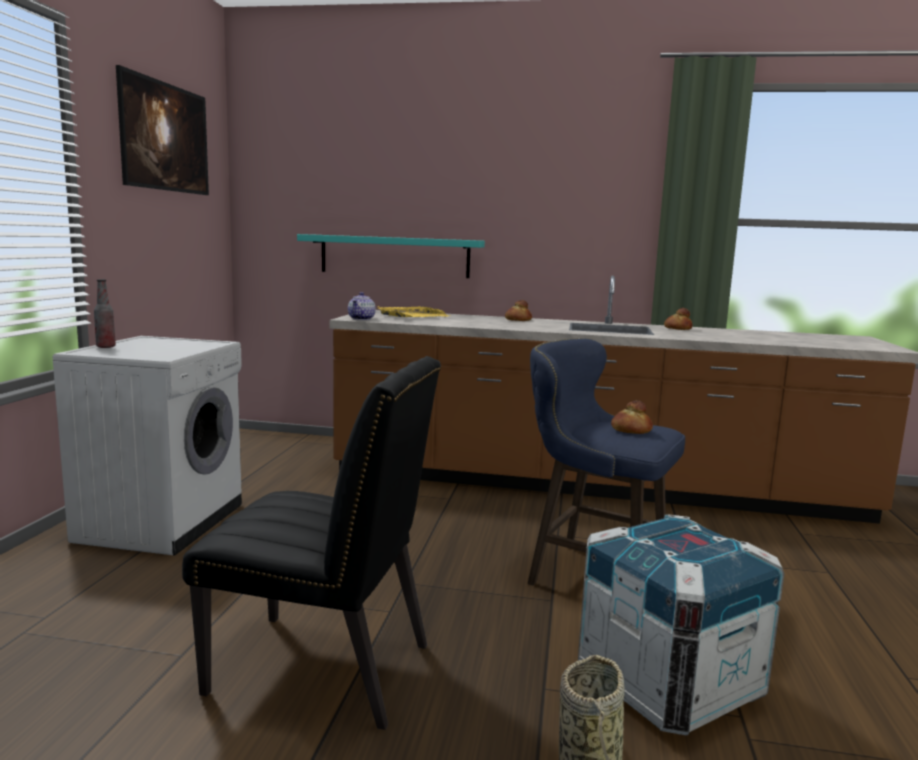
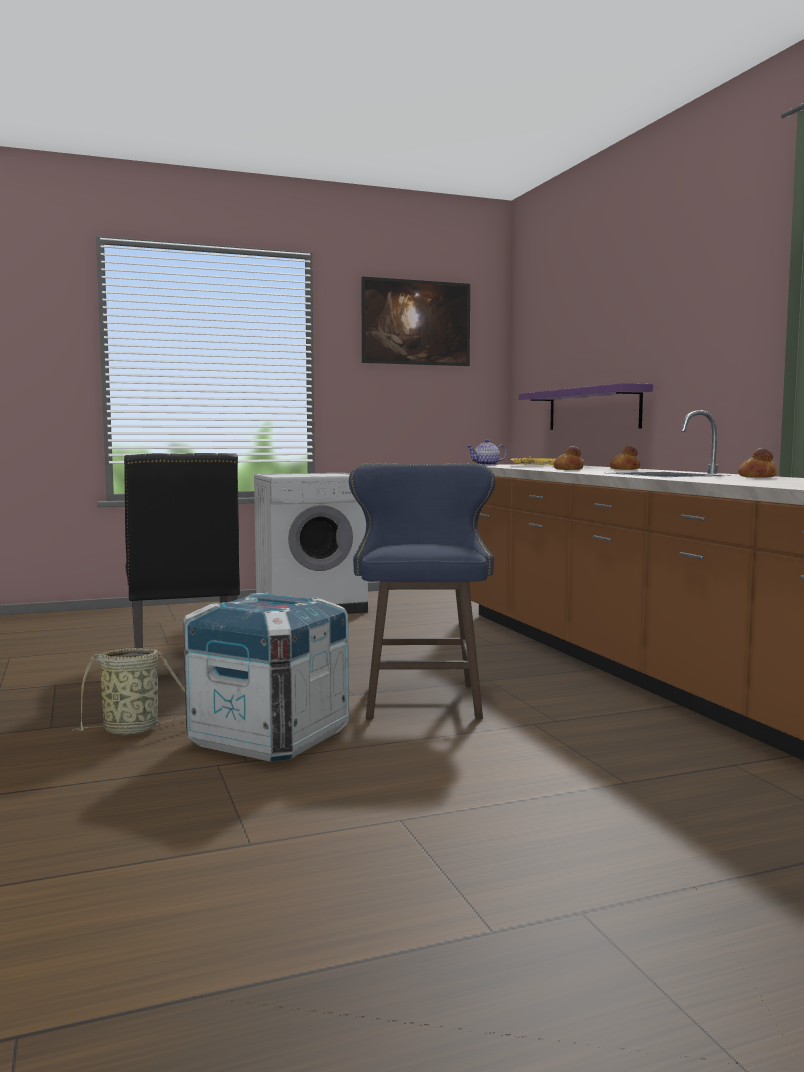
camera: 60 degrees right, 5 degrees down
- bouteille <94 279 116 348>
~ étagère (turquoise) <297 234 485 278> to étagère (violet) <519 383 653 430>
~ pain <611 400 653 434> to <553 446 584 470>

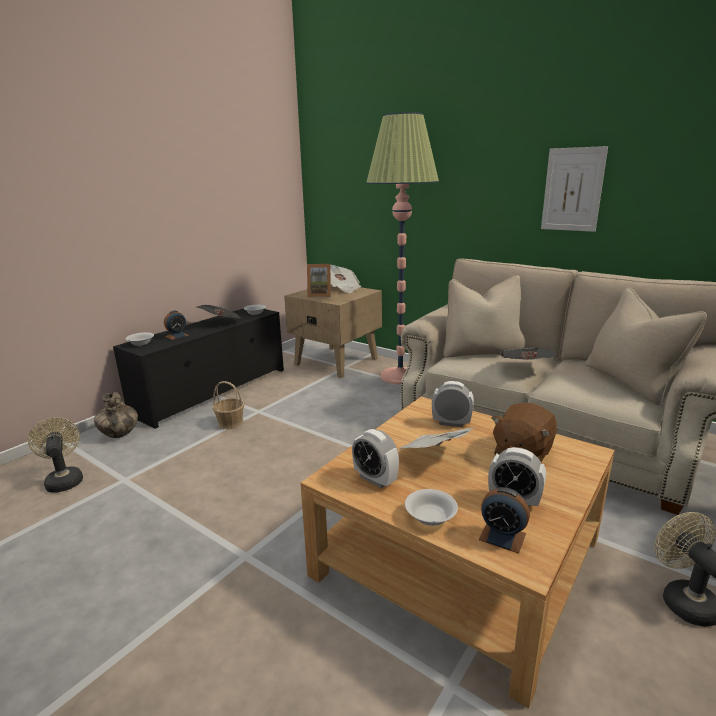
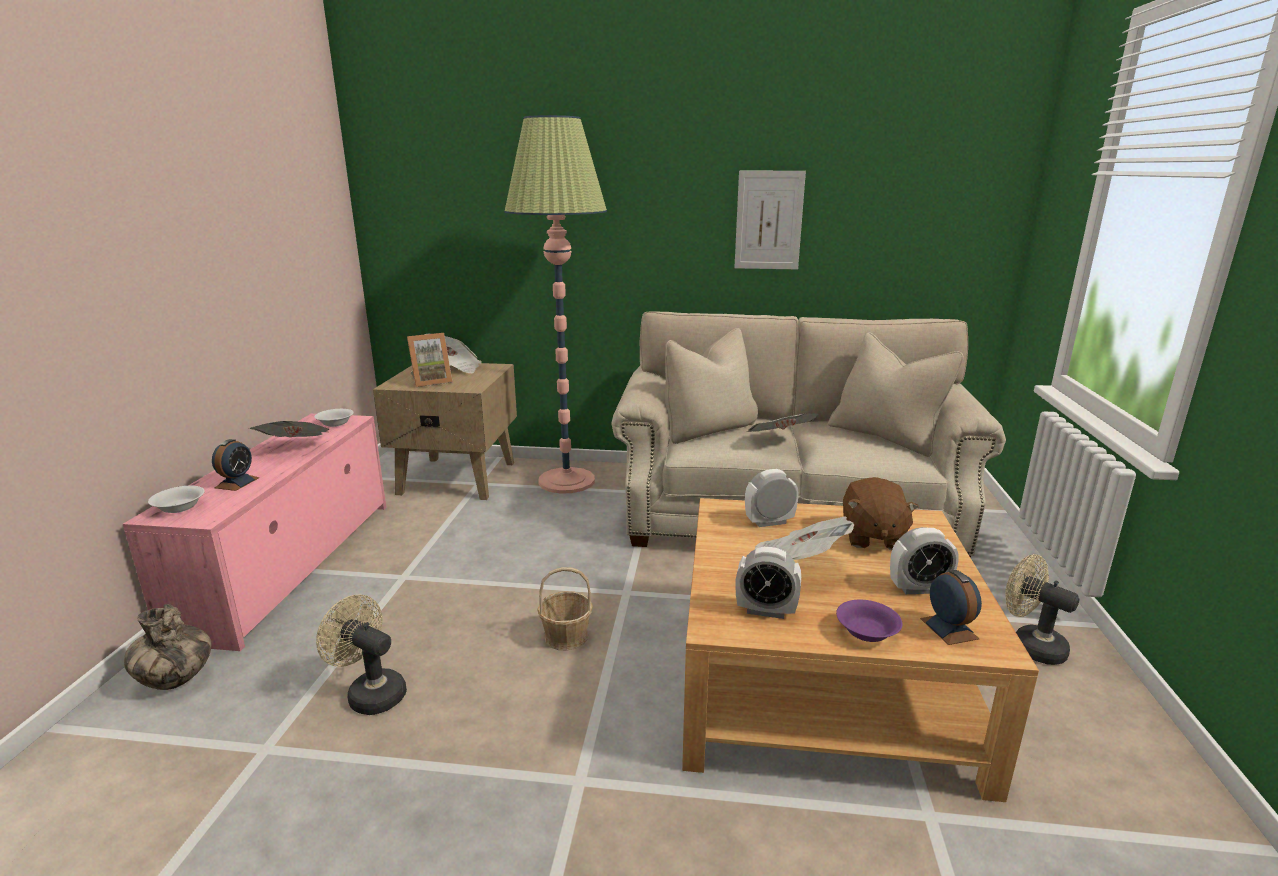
camera: 30 degrees left, 0 degrees up
~ ventilateur (beige) <28 417 83 493> to <316 595 407 715>
~ meuble télé (noir) <113 308 284 429> to meuble télé (rose) <123 414 386 651>
~ panier <212 381 244 429> to <537 567 593 651>
~ bol (blanc) <405 489 458 526> to bol (violet) <836 600 903 642>
~ réveil <479 487 530 554> = <920 570 982 645> 105 degrees counterclockwise

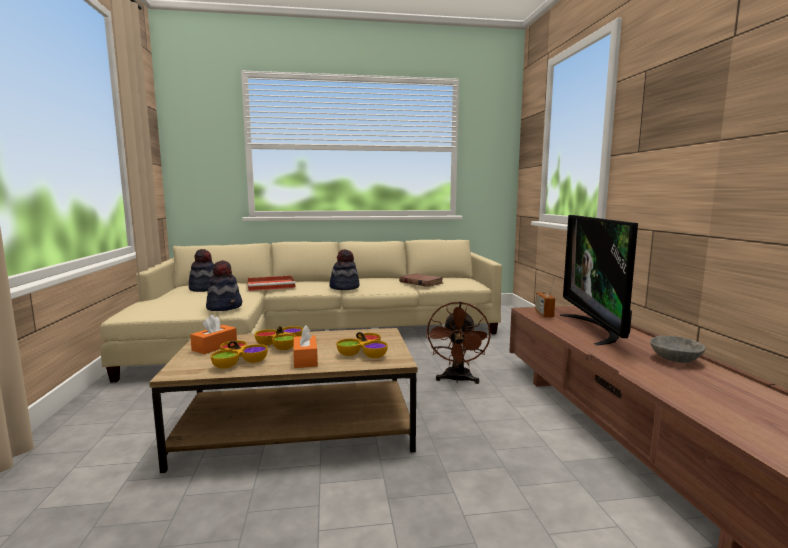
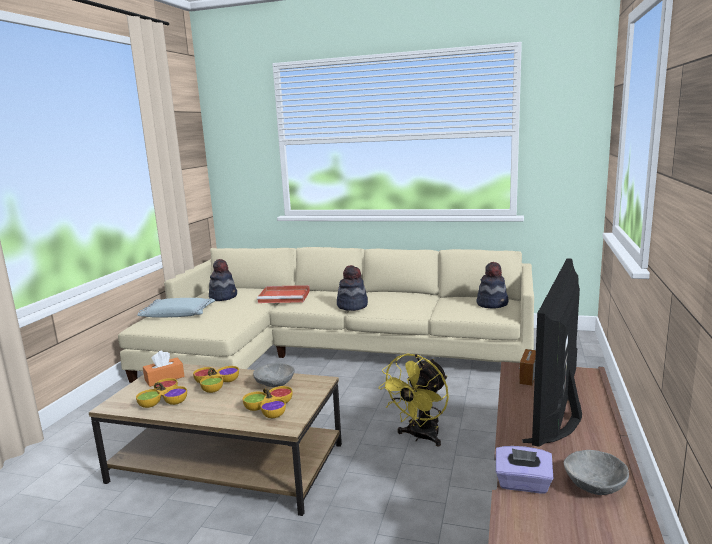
camera: 25 degrees right, 5 degrees up
~ chapeau <206 260 242 311> to <476 262 509 309>
- boîte à mouchoirs (orange) <293 325 318 368>
- livre (marron) <399 273 444 287>
~ ventilateur (marron) <426 302 491 384> to ventilateur (jaune) <378 354 449 446>
+ coussin (bleu) <137 298 215 318>
+ bol (gris) <253 363 295 387>
+ boîte à mouchoirs (violet) <496 446 553 494>

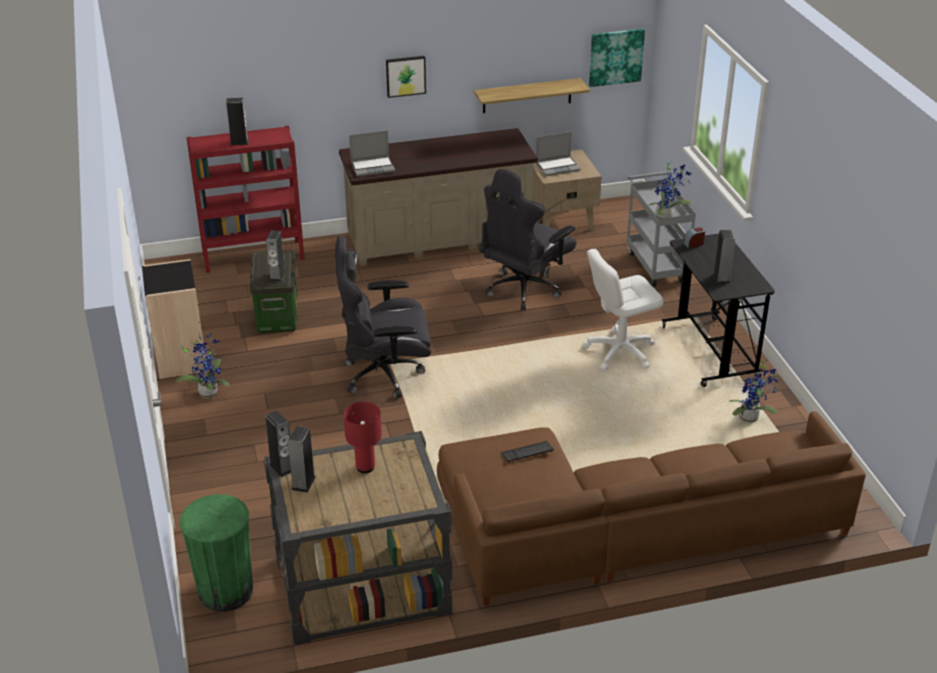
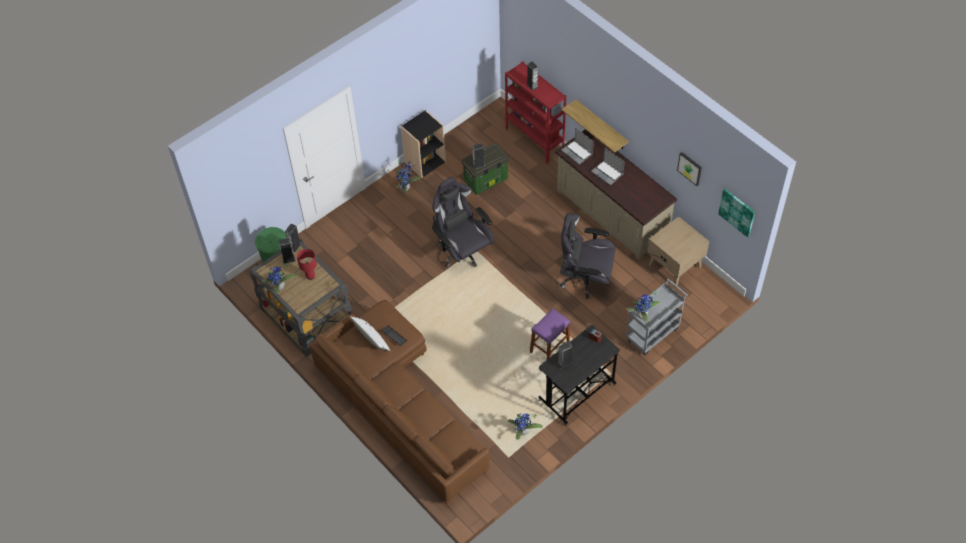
camera: 65 degrees right, 20 degrees up
~ tableau <386 56 426 98> to <677 152 702 186>
~ étagère <474 78 590 113> to <562 99 629 153>
~ ordinateur portable <536 132 581 176> to <591 148 625 185>
~ chaise de bureau (blanc) <583 249 663 370> to tabouret (violet) <530 308 570 359>
+ plante en pot <262 263 296 294>
+ coussin (blanc) <350 316 390 351>

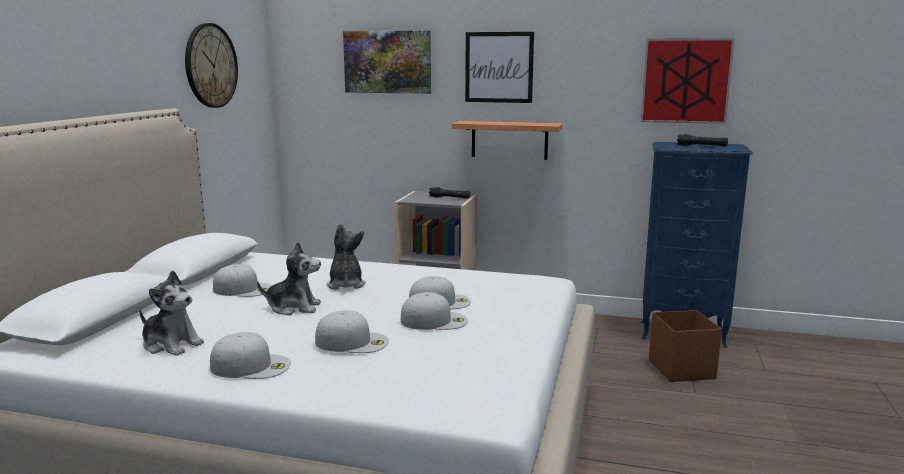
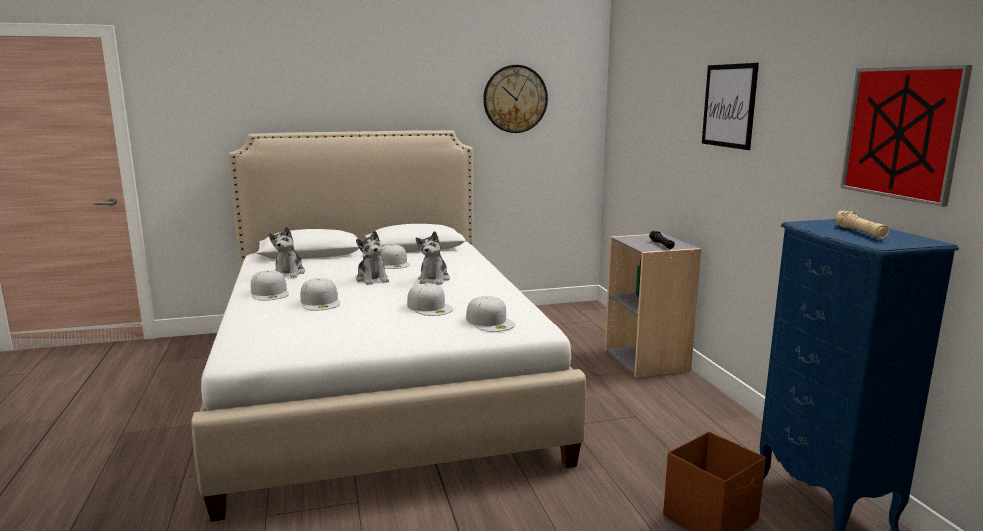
camera: 60 degrees right, 0 degrees up
~ peluche <326 224 366 290> = <416 231 450 285> 135 degrees clockwise
- tableau <343 30 431 94>
~ casquette (blanc) <401 292 468 330> to <466 296 515 332>
- étagère <452 121 563 160>
~ lampe de poche (noir) <677 134 728 147> to lampe de poche (beige) <835 211 889 238>

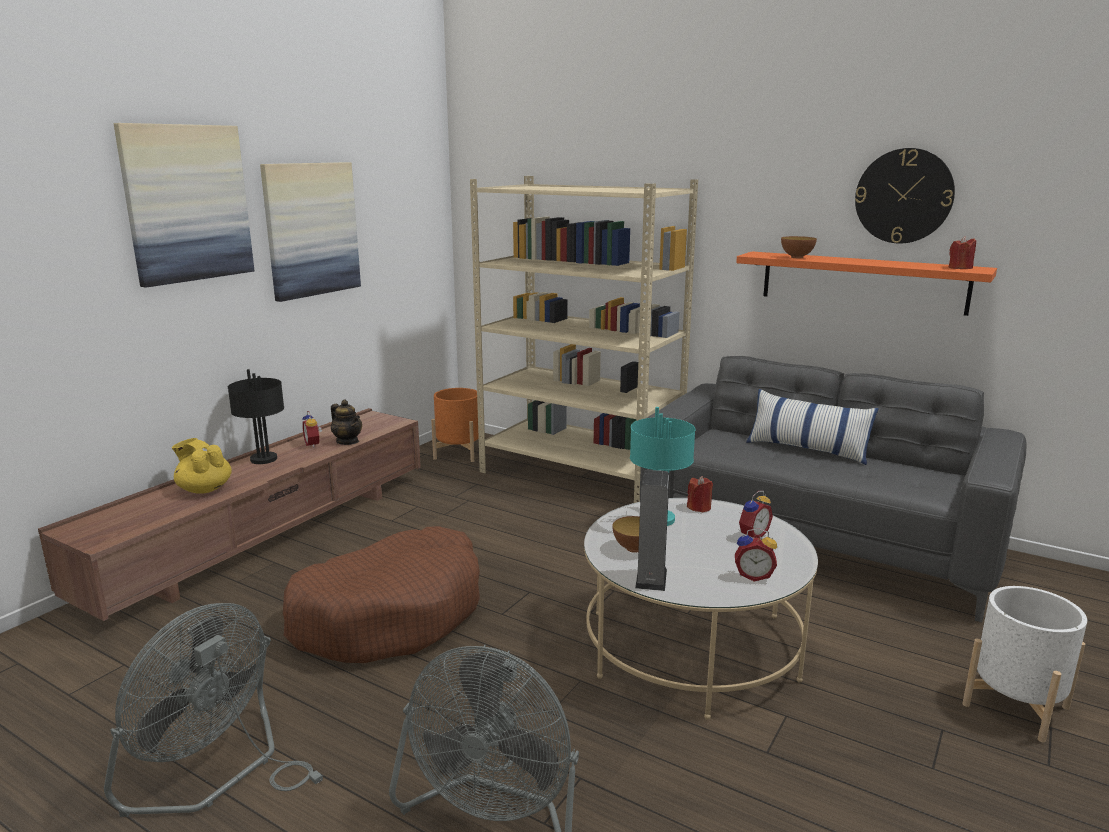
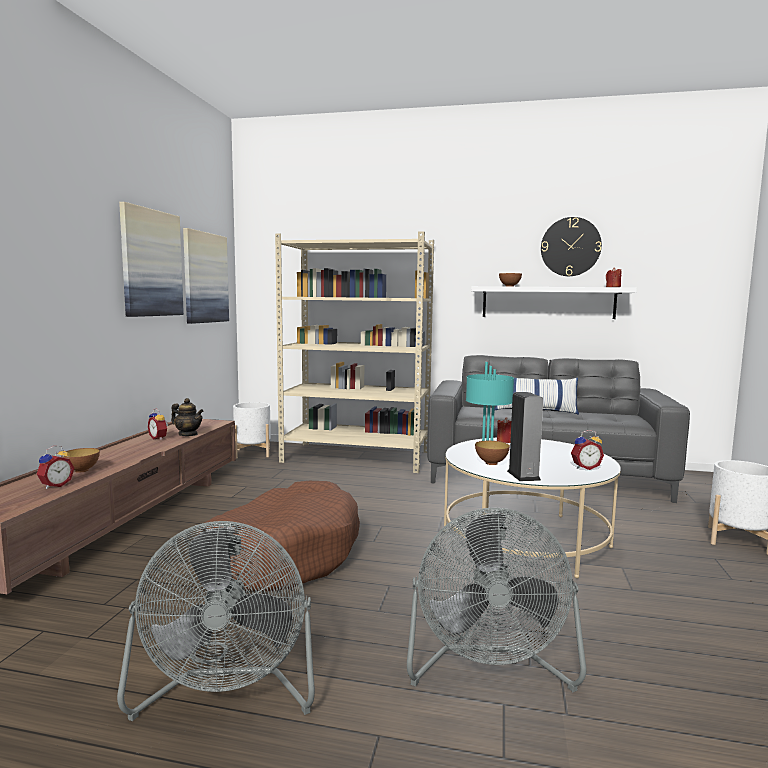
camera: 20 degrees left, 10 degrees down
~ ventilateur (gris) <104 603 323 817> = <117 521 315 722> 105 degrees counterclockwise
~ tableau <114 123 254 288> to <183 228 229 324>
~ théière (jaune) <172 438 232 494> to bol <61 448 100 473>
- lampe de table (noir) <228 369 284 464>
~ cache-pot (orange) <431 388 481 462> to cache-pot (blanc) <233 402 271 459>
~ étagère (orange) <736 251 997 316> to étagère (blanc) <471 286 637 319>
~ réveil <739 491 773 538> to <37 446 74 489>

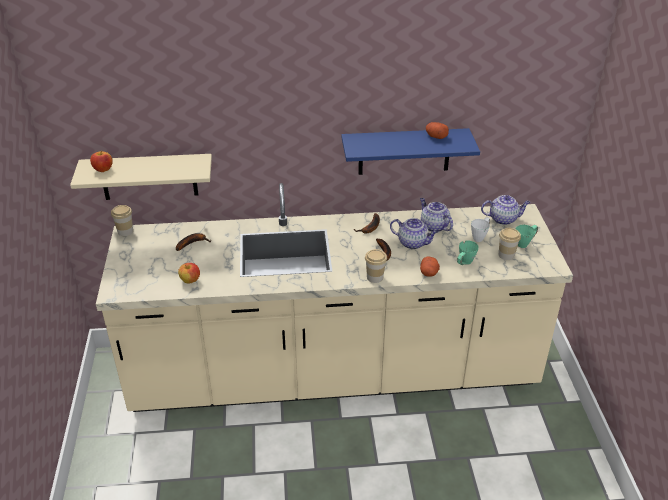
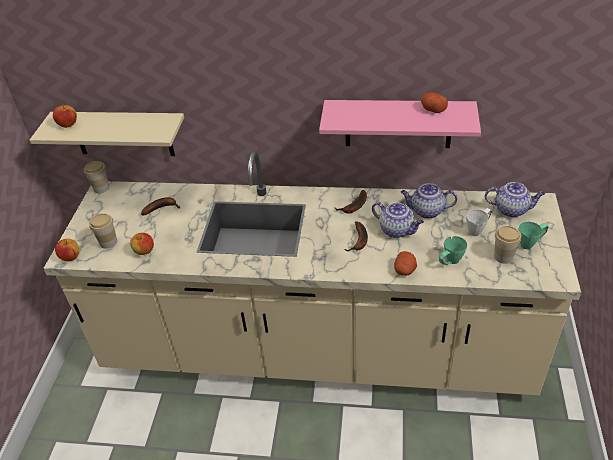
camera: 15 degrees right, 5 degrees up
~ étagère (bleu) <341 128 480 175> to étagère (rose) <319 100 481 148>
~ tasse <365 249 387 283> to <89 213 117 249>
~ théière <420 198 453 232> = <401 183 457 219> 60 degrees counterclockwise
+ pomme <55 239 79 261>

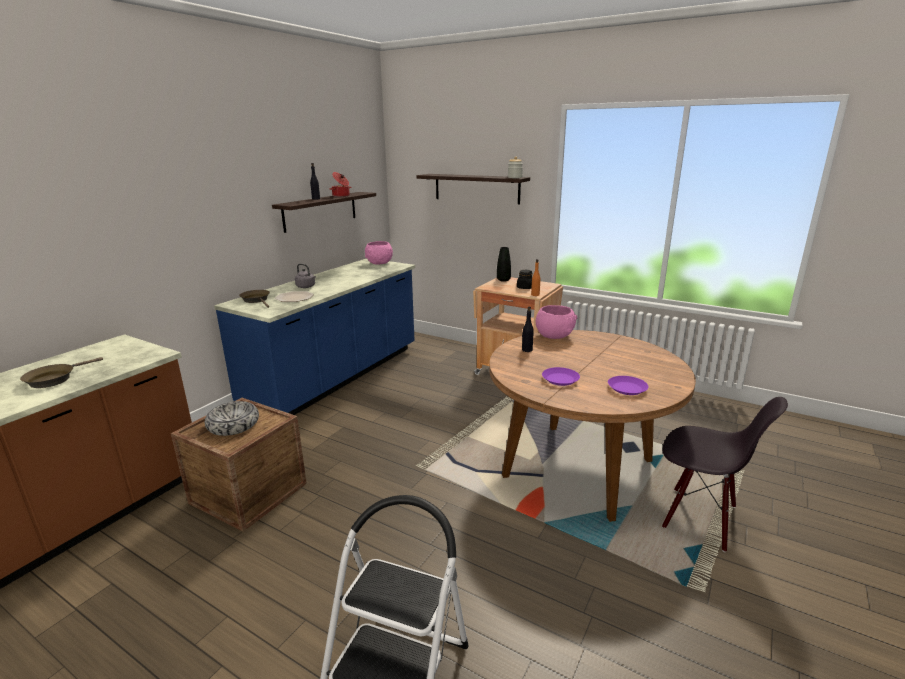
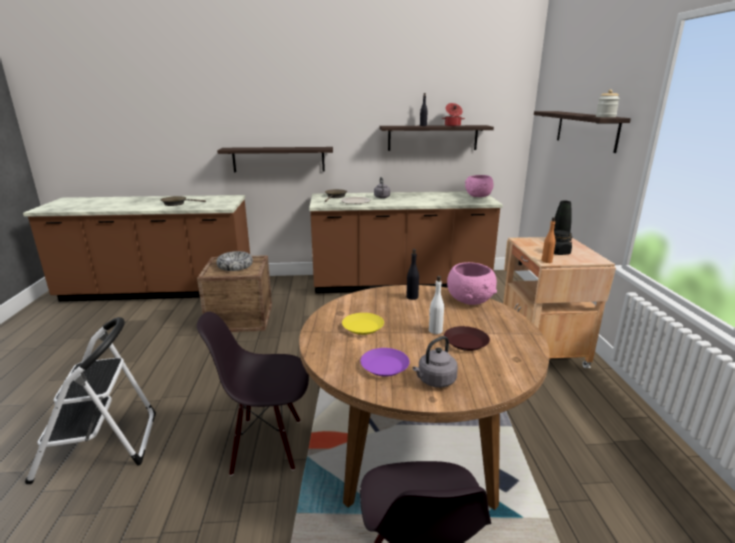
camera: 55 degrees right, 0 degrees up
~ comptoir de cuisine (bleu) <214 258 415 415> to comptoir de cuisine (marron) <309 191 503 294>
~ assiette (violet) <542 367 580 386> to assiette (jaune) <342 313 384 335>
+ chaise (noir) <197 312 309 476>
+ étagère <217 147 333 172>
+ bouilloire (gris) <413 336 458 388>
+ bouteille (blanc) <429 276 444 334>
+ assiette (marron) <444 326 490 351>

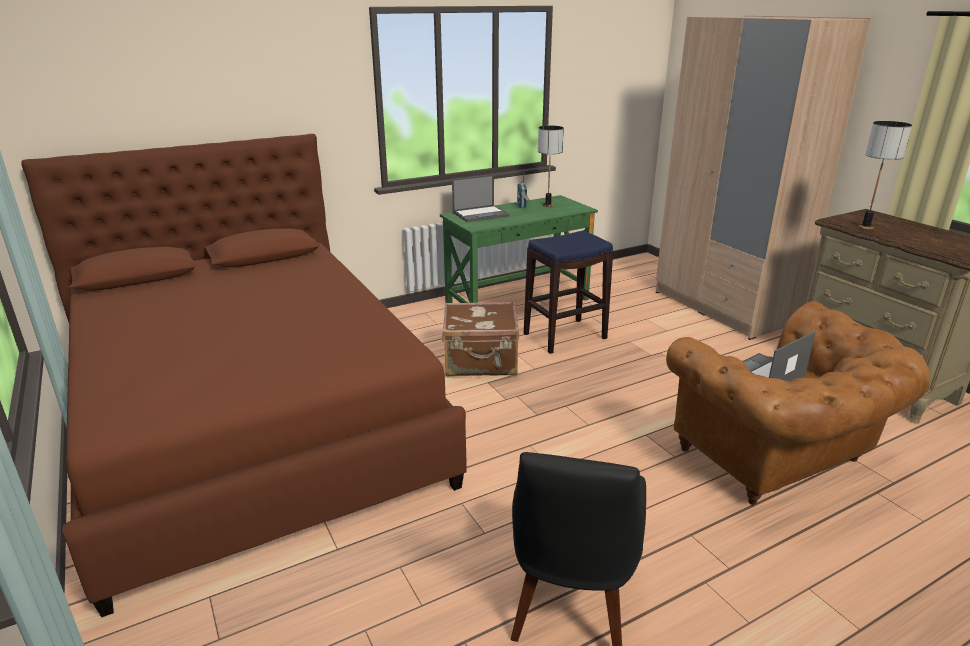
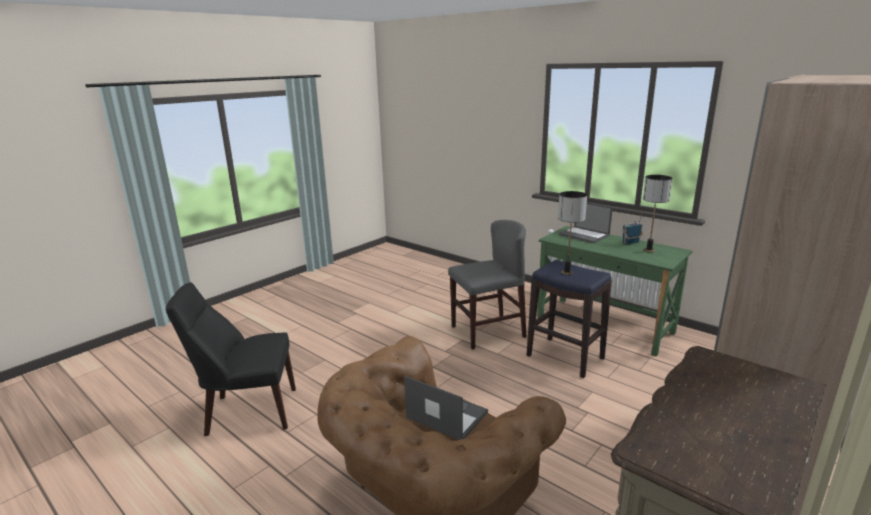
camera: 70 degrees right, 5 degrees down
- lit (marron) <21 134 467 617>
~ valise (marron) <442 301 519 376> to chaise (gris) <448 220 527 350>
~ lampe de table <858 121 912 230> to <558 191 587 275>

